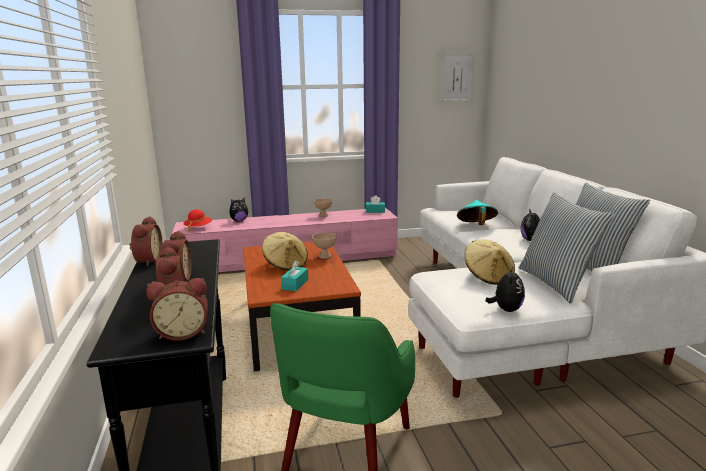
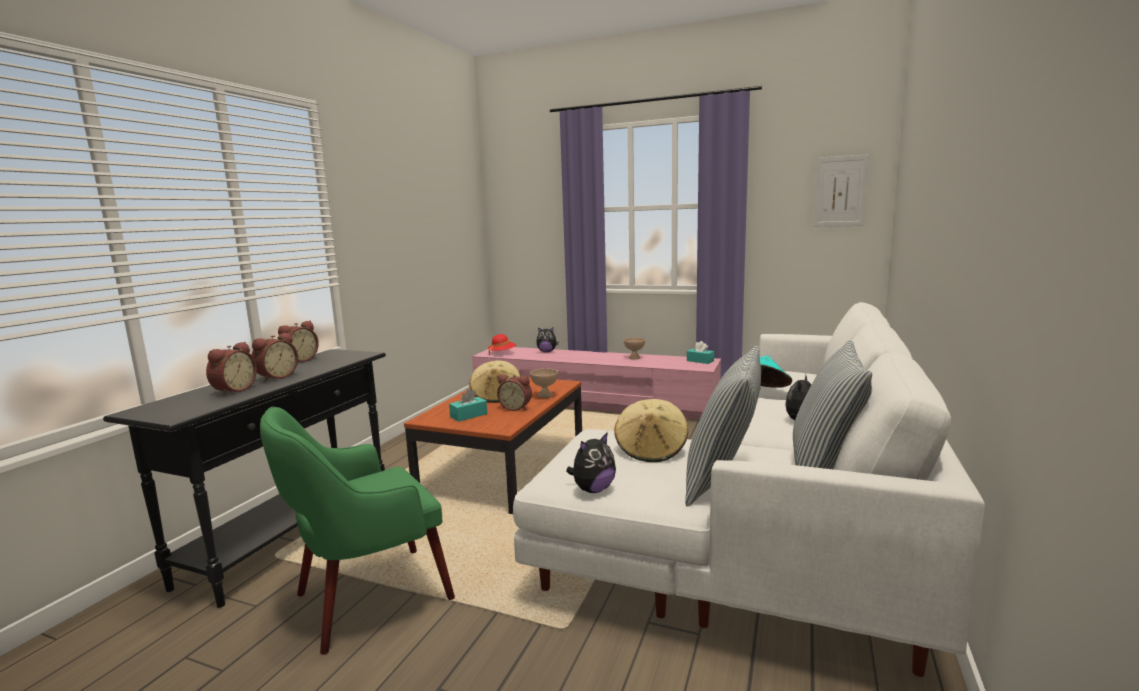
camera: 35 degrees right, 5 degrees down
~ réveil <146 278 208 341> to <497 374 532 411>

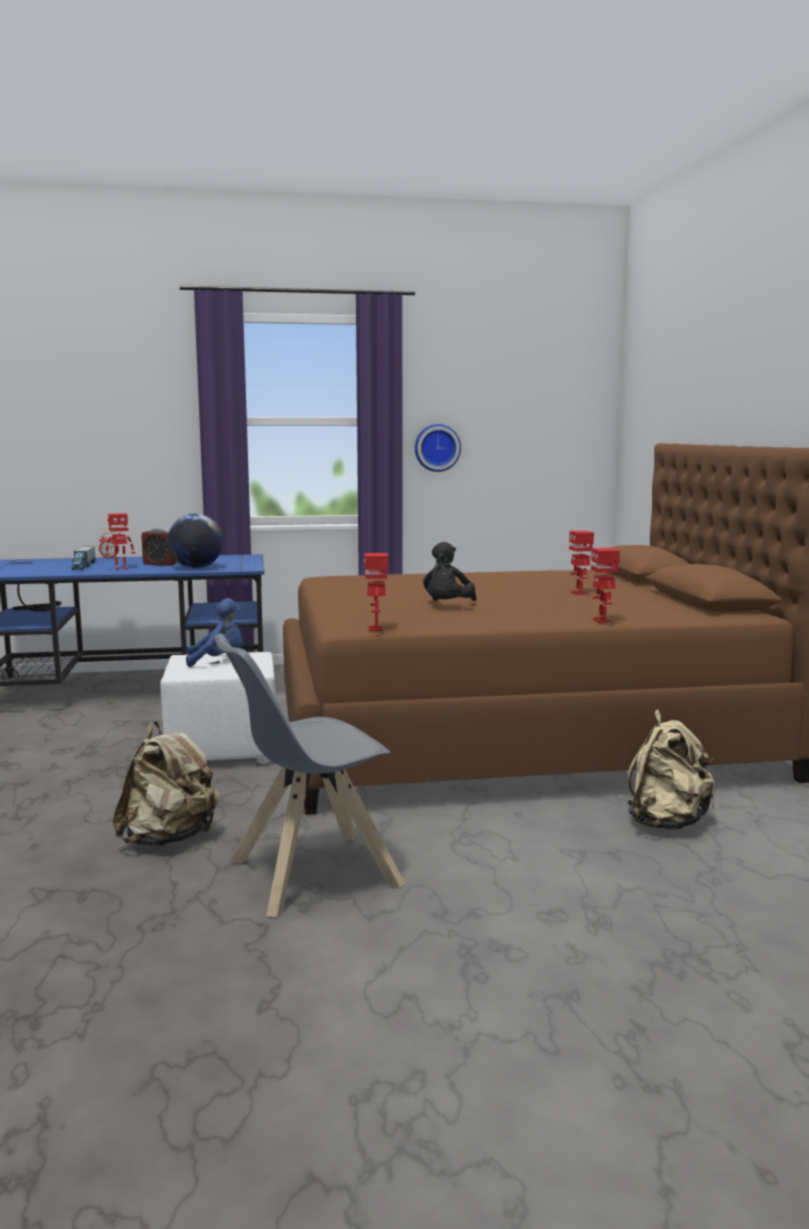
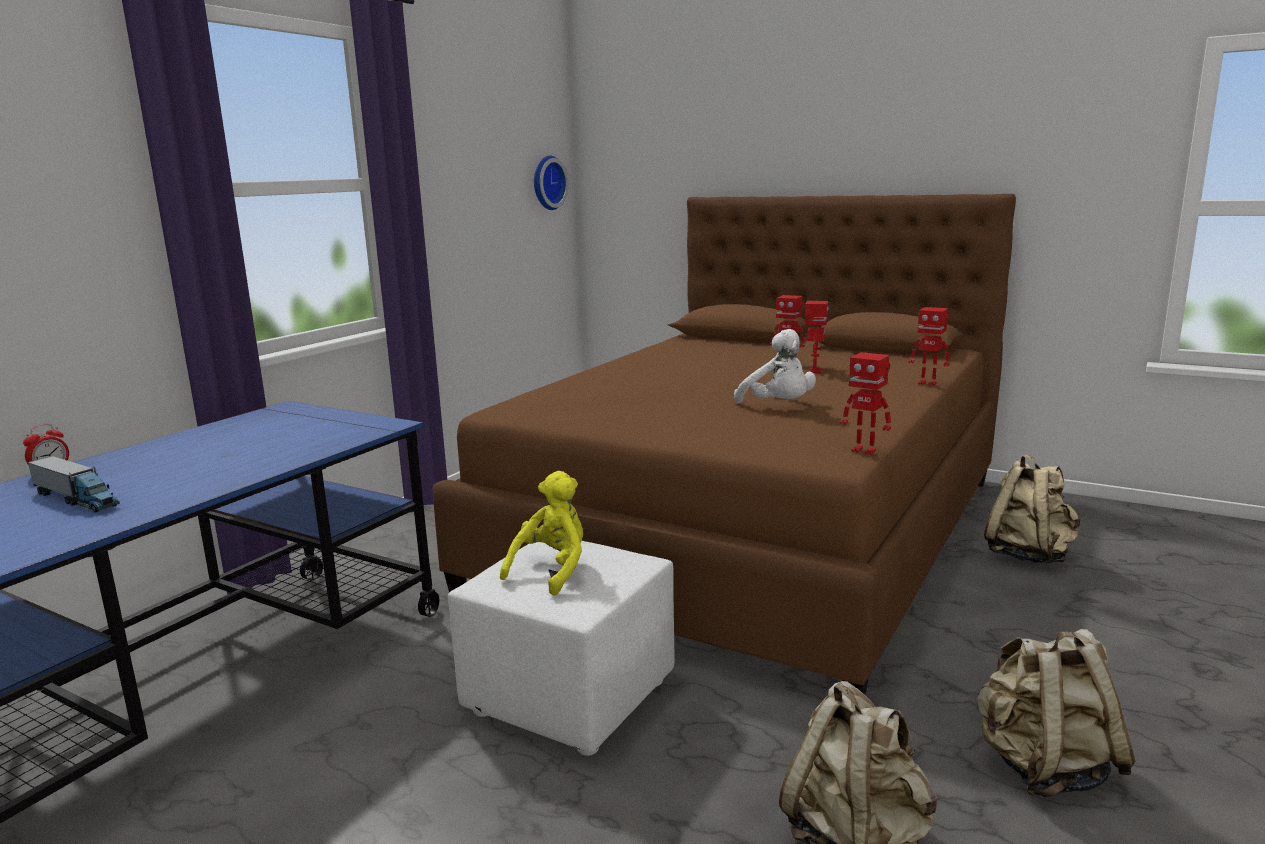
camera: 50 degrees left, 5 degrees up
~ robot jouet <105 513 135 570> to <805 301 828 374>
- réveil <141 528 178 566>
- globe <168 514 223 568>
~ peluche (bleu) <186 598 243 667> to peluche (jaune) <500 471 583 596>
~ chaise (gris) <214 634 405 917> to sac à dos (beige) <977 629 1135 797>
~ horloge murale <415 424 461 472> to <534 156 569 210>
~ peluche (noir) <423 542 477 601> to peluche (blanc) <734 329 816 404>

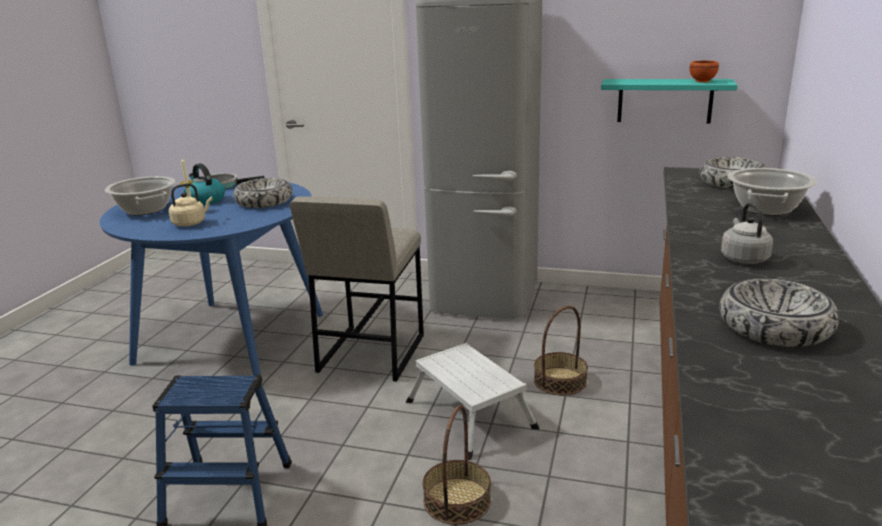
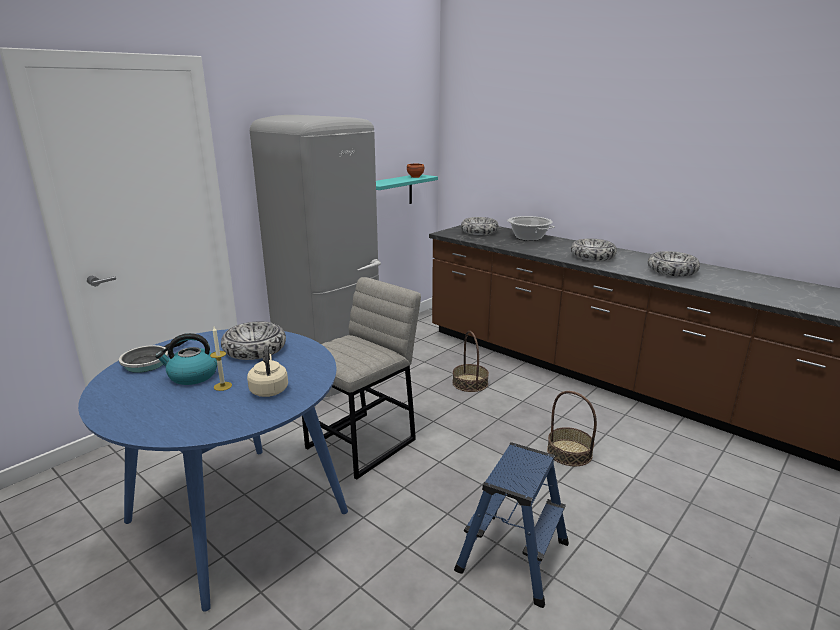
camera: 65 degrees left, 0 degrees up
- marmite <105 176 176 215>
~ chaise (gris) <290 196 424 382> = <302 277 421 480> 90 degrees counterclockwise
- escabeau (blanc) <406 343 539 460>
~ bouilloire (gris) <721 203 773 264> to bol <571 238 617 261>

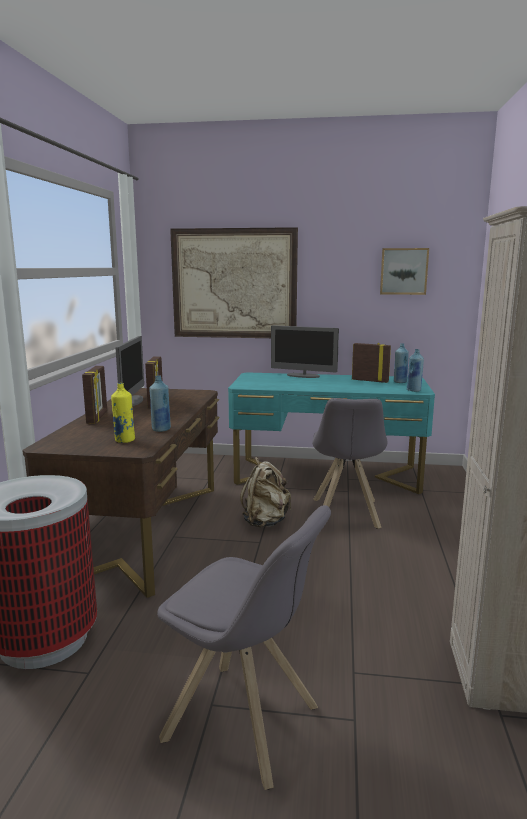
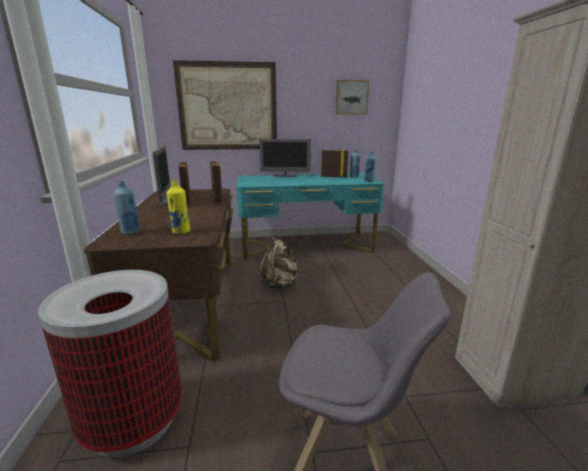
camera: 15 degrees left, 5 degrees up
~ cadre photo <82 366 107 424> to <210 161 223 203>
~ bouteille (bleu) <149 376 171 432> to <113 181 140 235>
- chaise (gris) <312 398 388 529>

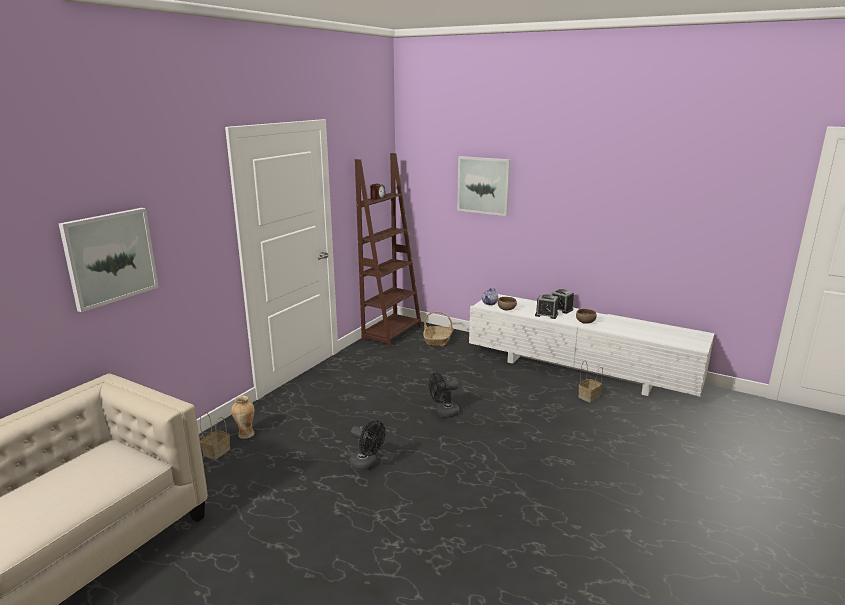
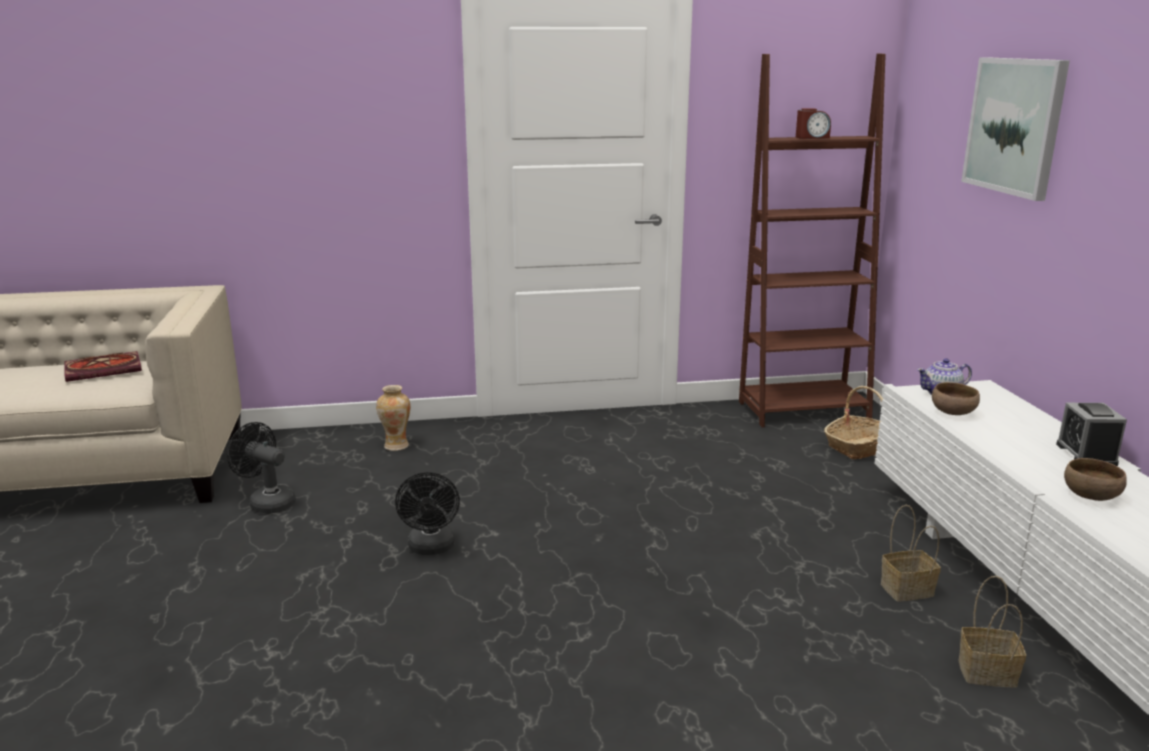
camera: 50 degrees right, 0 degrees up
- tableau <59 208 159 312>
~ panier <200 411 230 460> to <881 505 941 602>
~ ventilateur (noir) <429 372 459 418> to <227 422 296 514>
- réveil <535 294 559 319>
+ livre <64 351 142 382>

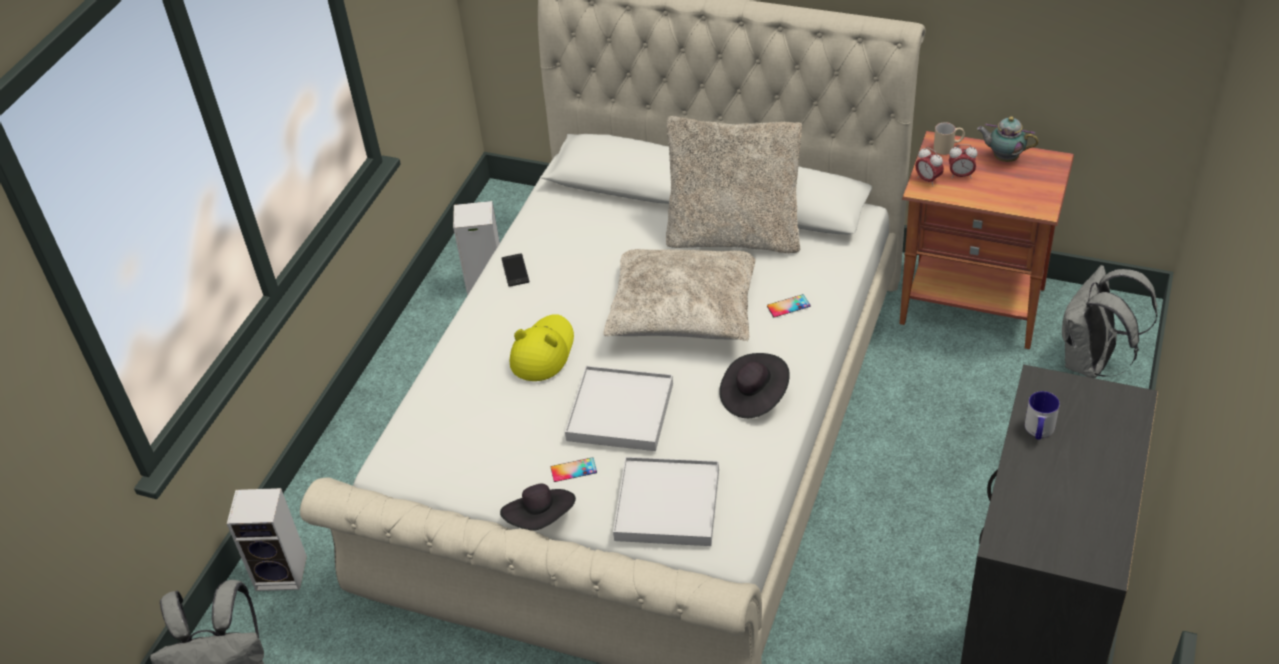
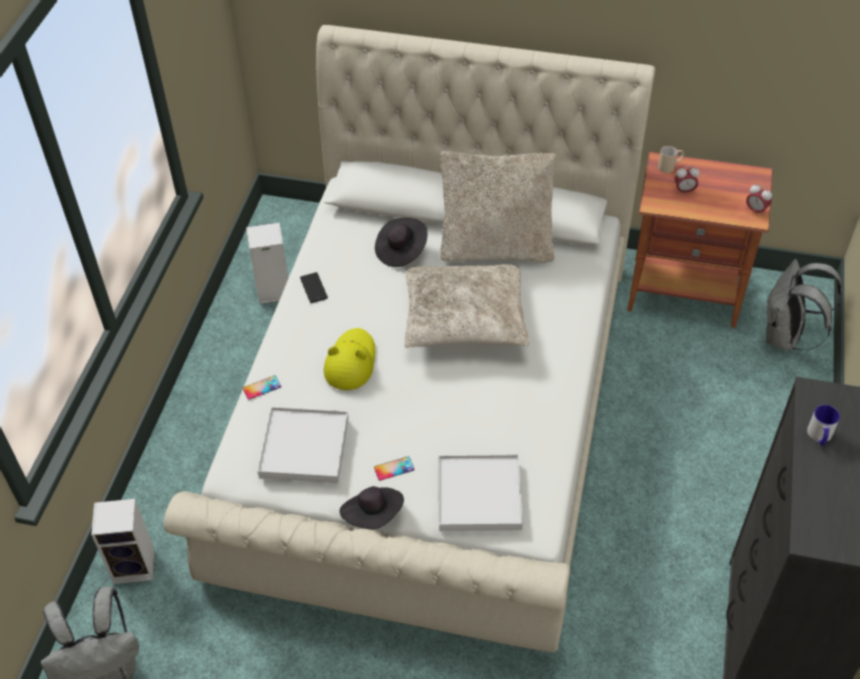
camera: 10 degrees left, 5 degrees up
~ plateau (blanc) <565 366 673 451> to <257 407 349 483>
~ chapeau (noir) <719 353 790 418> to <375 218 427 267>
~ téléphone <767 294 810 317> to <243 375 281 400>
~ réveil <915 147 944 185> to <746 184 772 216>
- théière <977 116 1039 162>

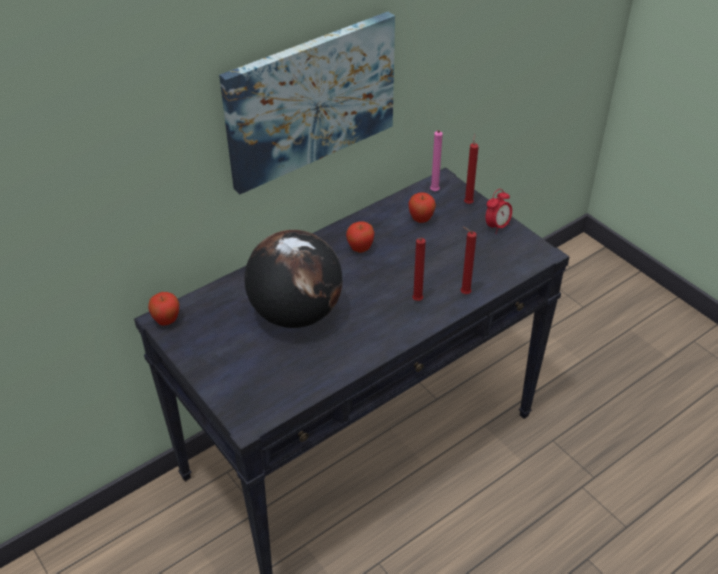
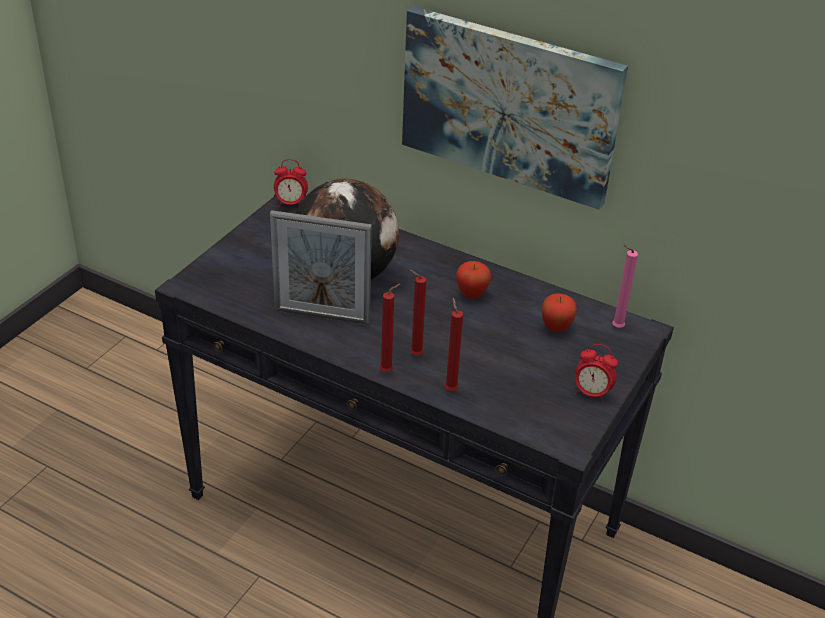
camera: 65 degrees right, 5 degrees down
~ pomme <148 292 179 326> to réveil <274 159 308 208>
~ bougie (rouge) <464 134 479 204> to <380 284 400 372>
+ cadre photo <270 210 372 325>

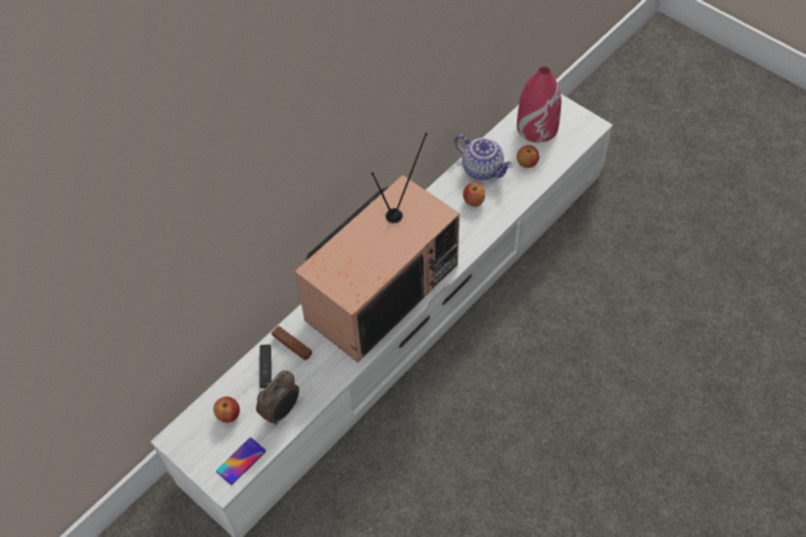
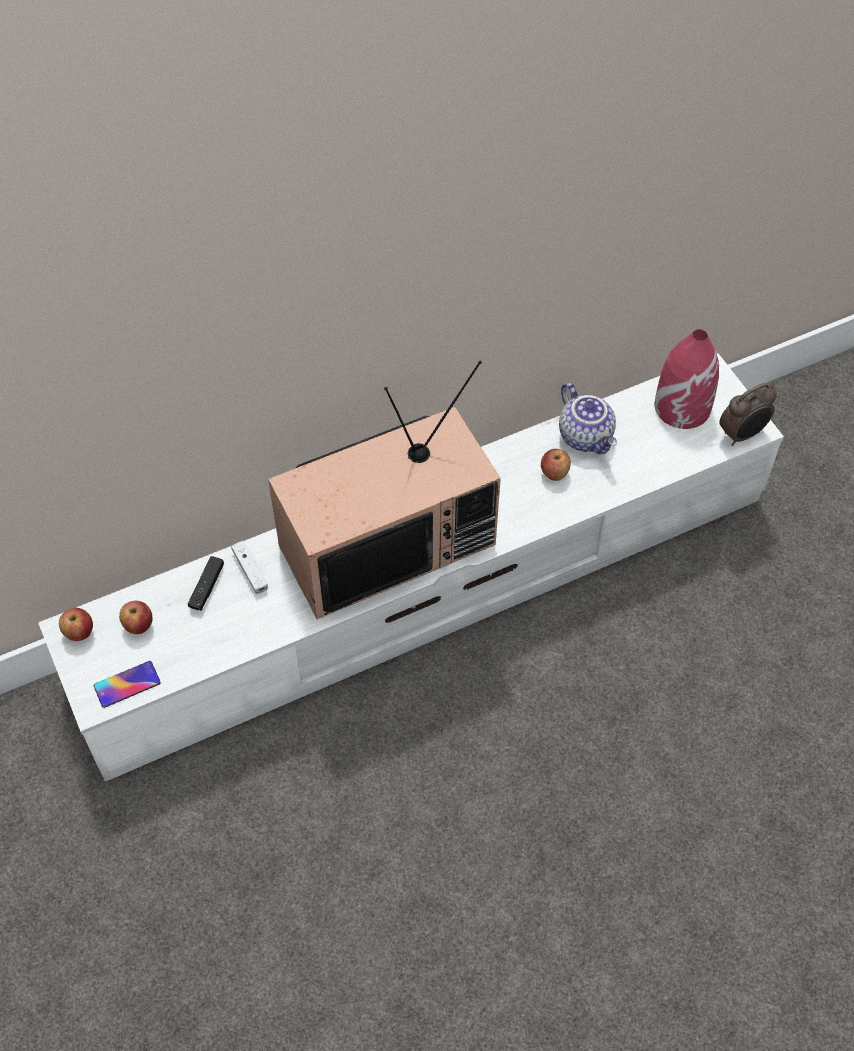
camera: 20 degrees right, 0 degrees up
~ réveil <256 371 299 425> to <719 383 777 446>
~ manette (marron) <272 326 312 360> to manette (blanc) <231 541 268 594>
~ pomme <517 145 539 168> to <59 608 93 641>

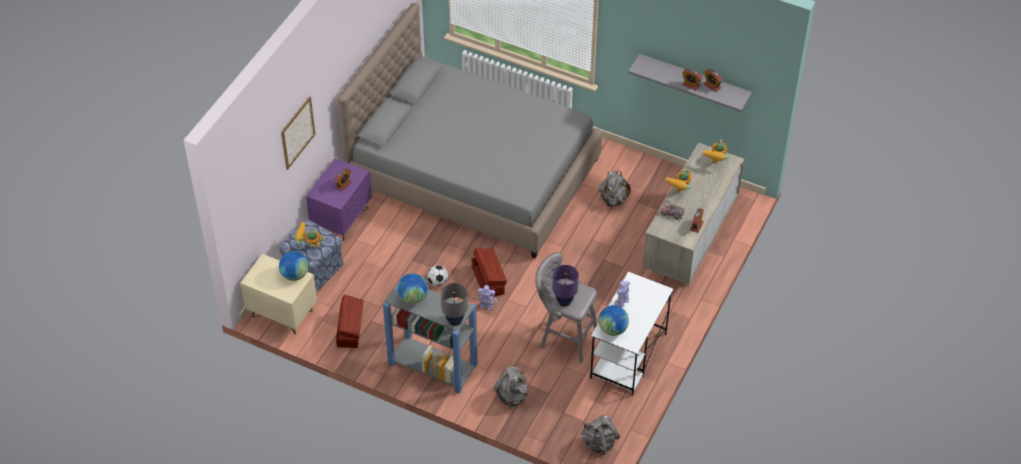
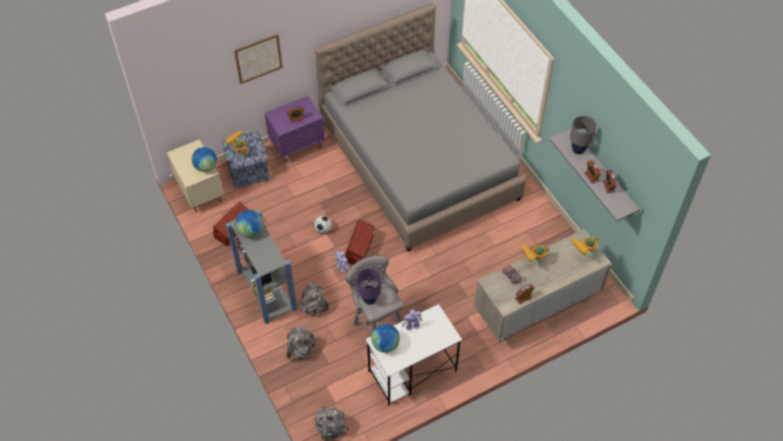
camera: 35 degrees right, 5 degrees up
~ lampe de table (gris) <441 283 468 326> to <570 116 596 154>
~ sac à dos (gris) <599 171 631 207> to <299 282 329 315>

